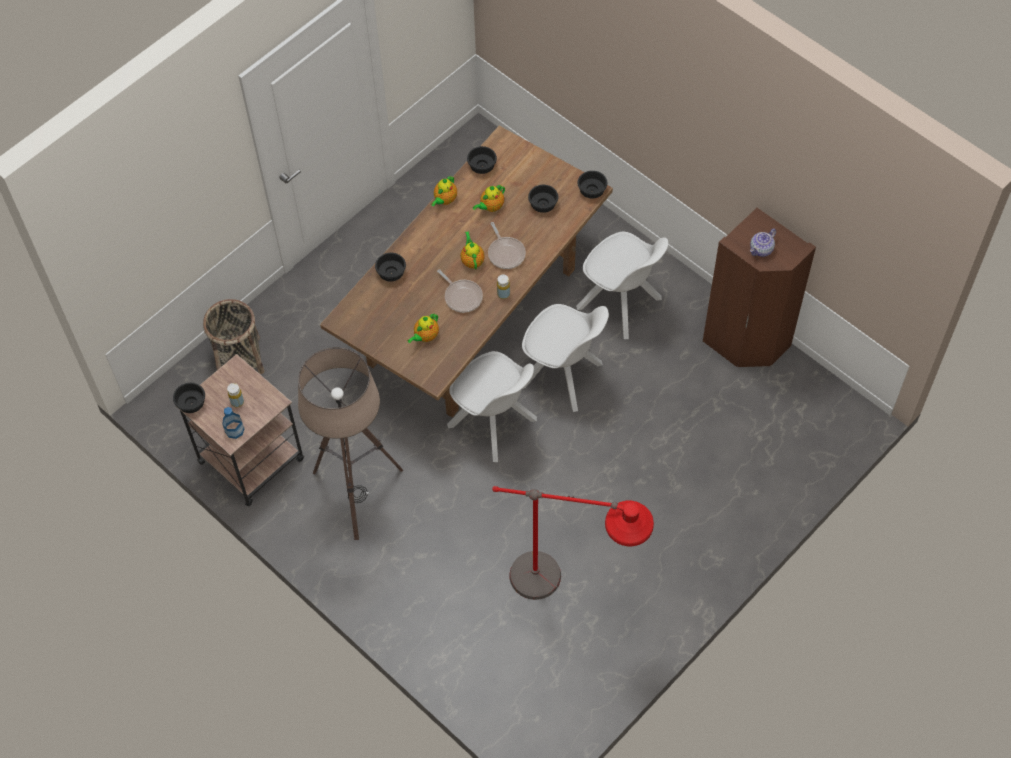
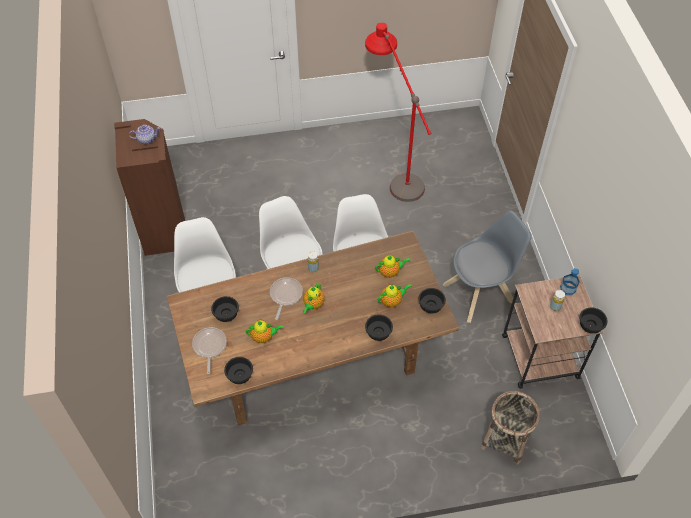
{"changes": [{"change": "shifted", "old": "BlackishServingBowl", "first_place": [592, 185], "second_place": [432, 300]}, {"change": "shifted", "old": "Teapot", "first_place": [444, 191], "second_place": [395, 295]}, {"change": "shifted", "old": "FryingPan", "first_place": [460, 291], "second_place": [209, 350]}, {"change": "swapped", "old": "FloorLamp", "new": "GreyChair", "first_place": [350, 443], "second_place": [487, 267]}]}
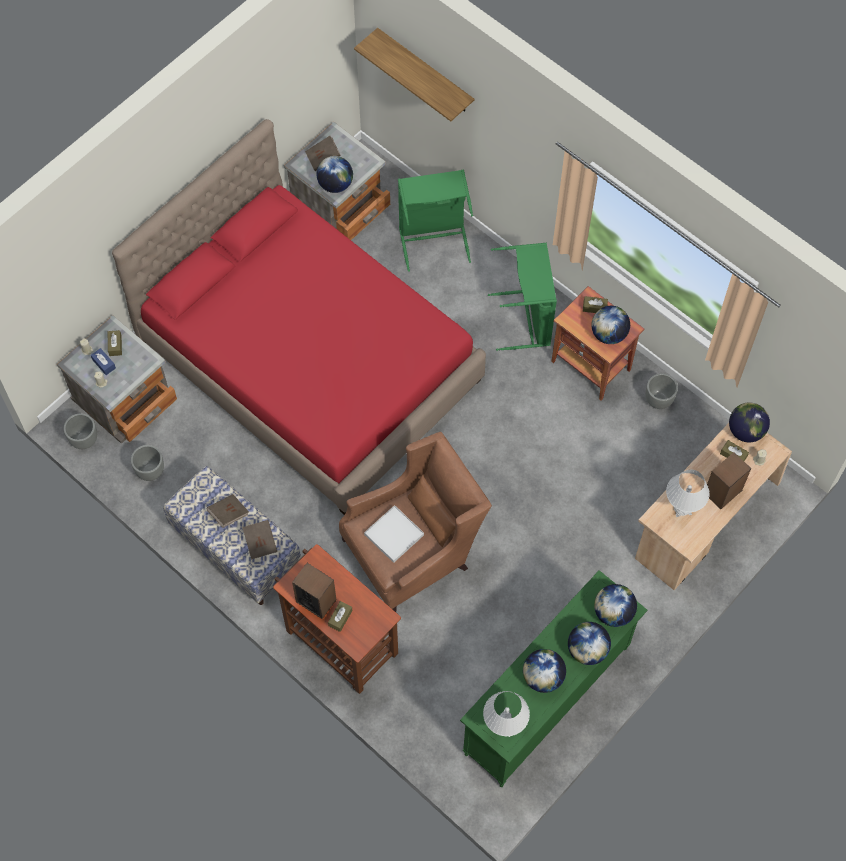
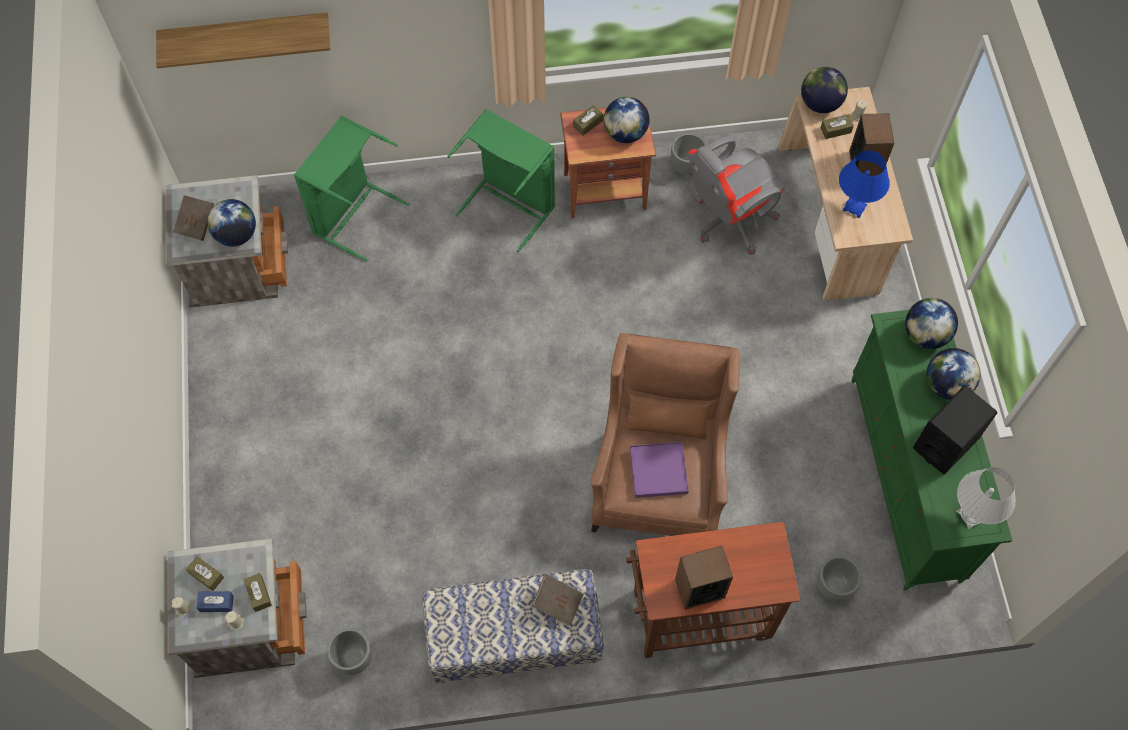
{"changes": [{"change": "gone", "old": "RedColouredBedroomBed", "first_place": [299, 317]}, {"change": "shifted", "old": "GreyPlanter", "first_place": [80, 431], "second_place": [839, 579]}, {"change": "repainted", "old": "WhitishLampForATable", "new": "BlueLampForATable", "first_place": [688, 493], "second_place": [864, 184]}, {"change": "gone", "old": "BrownColouredVolume", "first_place": [228, 511]}, {"change": "repainted", "old": "WhitishTray", "new": "PurplishTray", "first_place": [394, 534], "second_place": [659, 470]}, {"change": "shifted", "old": "BrownColouredTissueBox", "first_place": [340, 616], "second_place": [258, 592]}, {"change": "swapped", "old": "Globe", "new": "BlackishAudioSpeaker", "first_place": [544, 671], "second_place": [955, 430]}, {"change": "new", "new": "GreyOfficeChair", "second_place": [736, 195]}]}
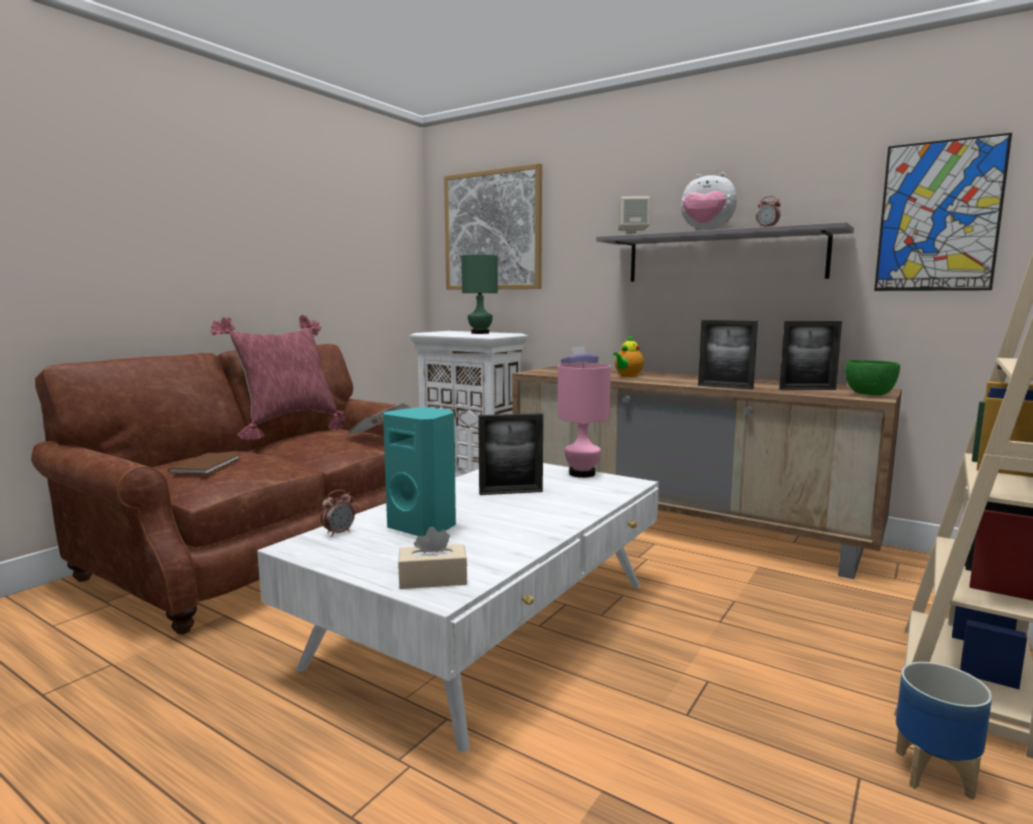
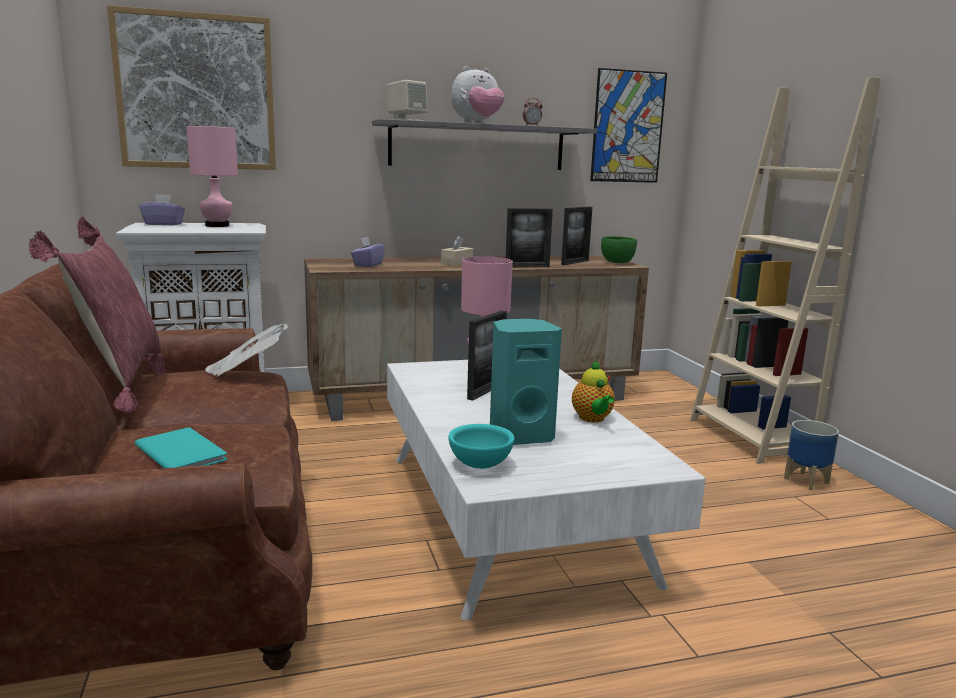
{"changes": [{"change": "repainted", "old": "GreenColouredLampForATable", "new": "PinkishLampForATable", "first_place": [479, 294], "second_place": [212, 176]}, {"change": "shifted", "old": "Teapot", "first_place": [628, 356], "second_place": [593, 391]}, {"change": "repainted", "old": "BrownColouredVolume", "new": "TurquoiseColouredVolume", "first_place": [204, 463], "second_place": [181, 448]}, {"change": "swapped", "old": "AlarmClock", "new": "TurquoiseColouredServingBowl", "first_place": [337, 513], "second_place": [481, 446]}, {"change": "shifted", "old": "BeigeColouredTissueBox", "first_place": [432, 558], "second_place": [457, 250]}, {"change": "new", "new": "PurplishTissueBox", "second_place": [162, 210]}]}
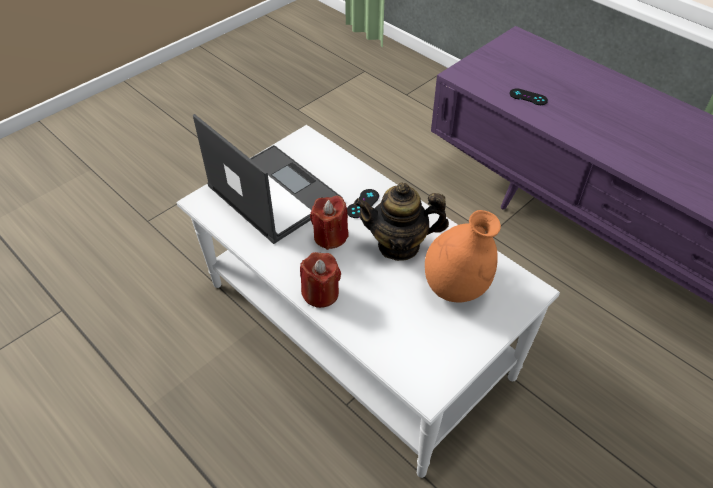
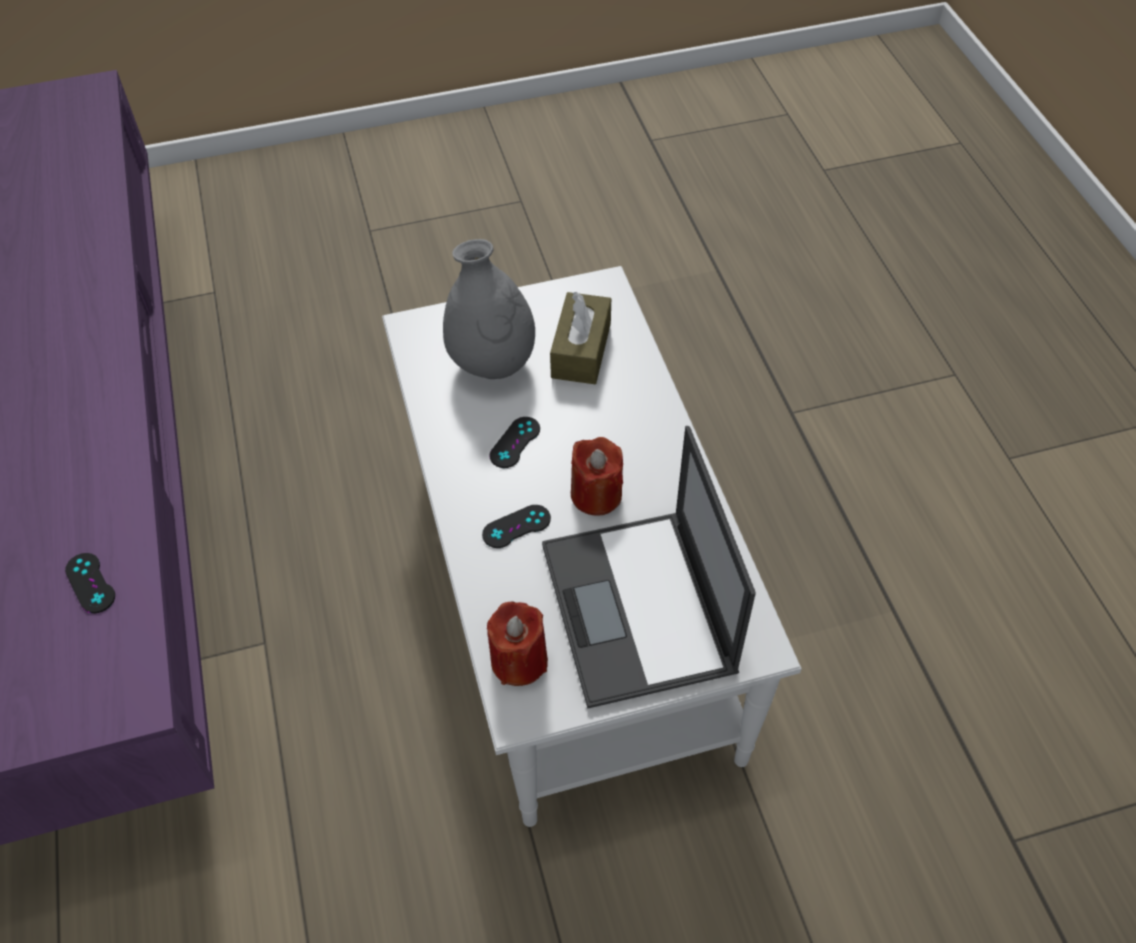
{"changes": [{"change": "swapped", "old": "Teapot", "new": "BlackishGamepad", "first_place": [401, 222], "second_place": [514, 442]}, {"change": "repainted", "old": "OrangeyVase", "new": "GreyVase", "first_place": [463, 256], "second_place": [489, 309]}, {"change": "shifted", "old": "RedColouredWaxCandle", "first_place": [320, 280], "second_place": [517, 643]}, {"change": "new", "new": "BrownColouredTissueBox", "second_place": [580, 338]}]}
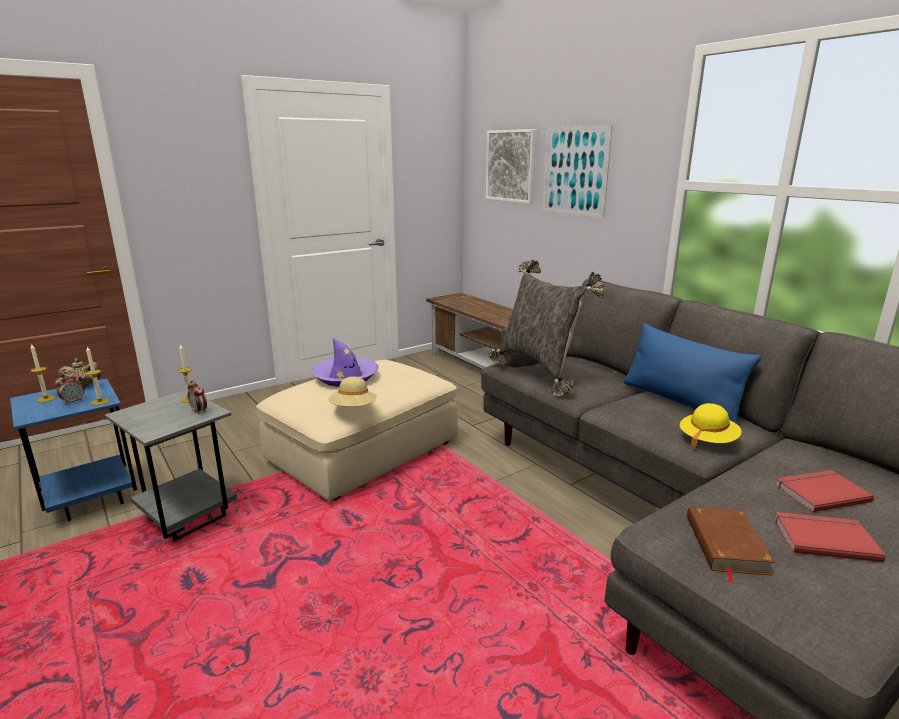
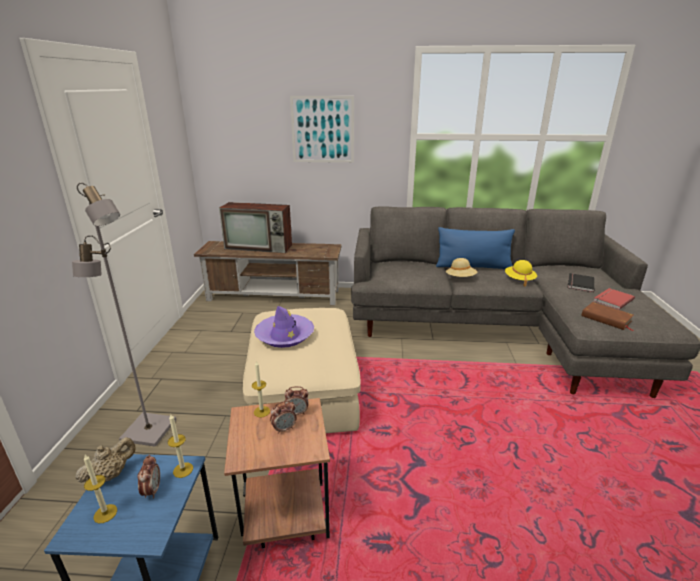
{"changes": [{"change": "gone", "old": "Picture", "first_place": [511, 166]}, {"change": "gone", "old": "Cushion", "first_place": [546, 328]}, {"change": "shifted", "old": "BeigeColouredWearableHat", "first_place": [352, 391], "second_place": [461, 267]}, {"change": "repainted", "old": "GreyEndTable", "new": "BrownColouredEndTable", "first_place": [171, 465], "second_place": [277, 473]}, {"change": "repainted", "old": "RedColouredVolume", "new": "BlackishVolume", "first_place": [824, 491], "second_place": [581, 282]}, {"change": "new", "new": "GreyFloorLamp", "second_place": [124, 315]}, {"change": "new", "new": "Television", "second_place": [255, 227]}, {"change": "new", "new": "AlarmClock", "second_place": [283, 417]}]}
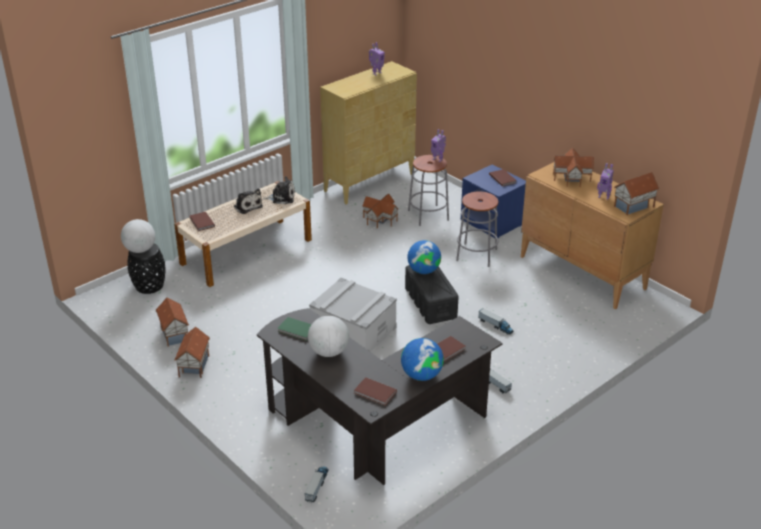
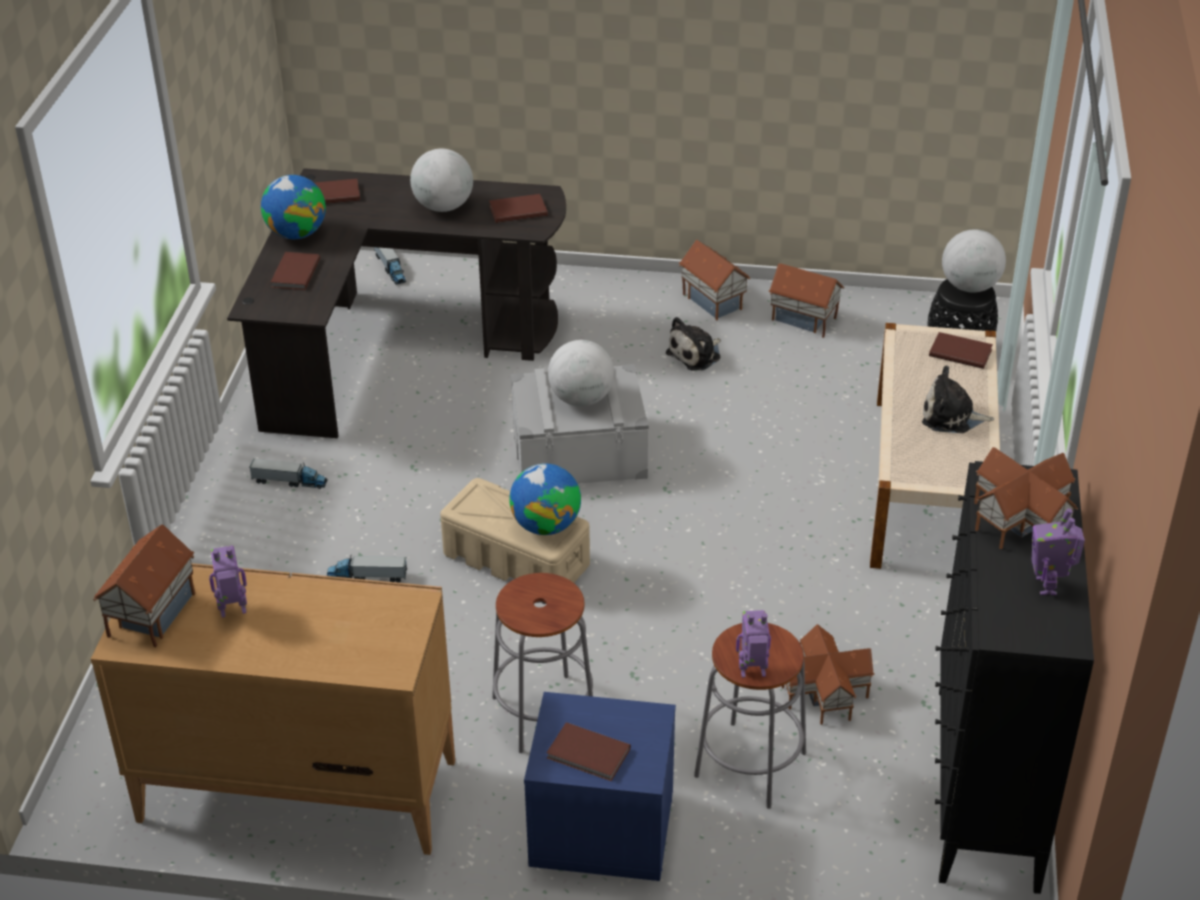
{"changes": [{"change": "repainted", "old": "BeigeColouredDrawerChest", "new": "BlackishDrawerChest", "first_place": [368, 132], "second_place": [1014, 677]}, {"change": "shifted", "old": "ModelHouse", "first_place": [573, 167], "second_place": [1026, 498]}, {"change": "shifted", "old": "SoftToy", "first_place": [279, 190], "second_place": [693, 344]}, {"change": "repainted", "old": "BlackishStorageContainer", "new": "BeigeColouredStorageContainer", "first_place": [432, 294], "second_place": [515, 530]}, {"change": "repainted", "old": "GreenColouredVolume", "new": "BrownColouredVolume", "first_place": [294, 329], "second_place": [518, 208]}, {"change": "new", "new": "Globe", "second_place": [581, 373]}]}
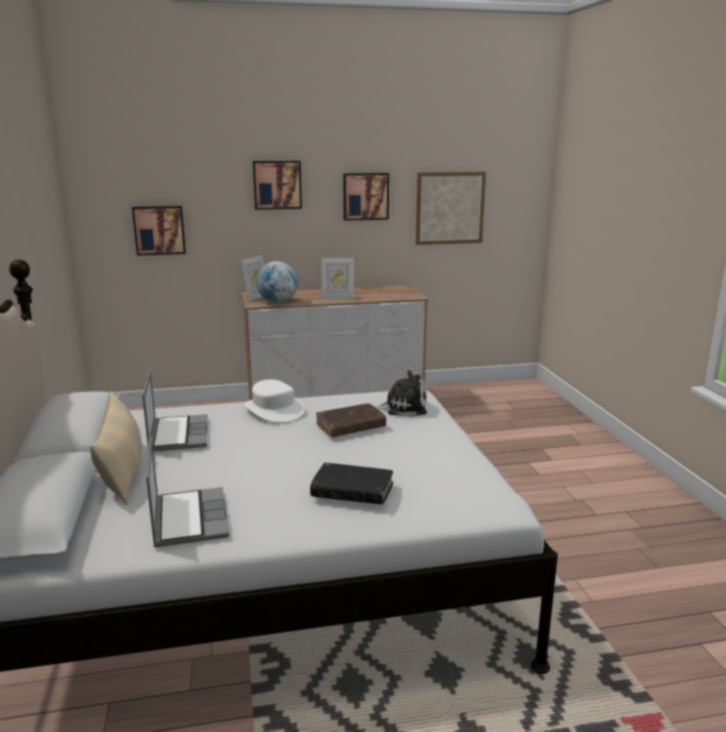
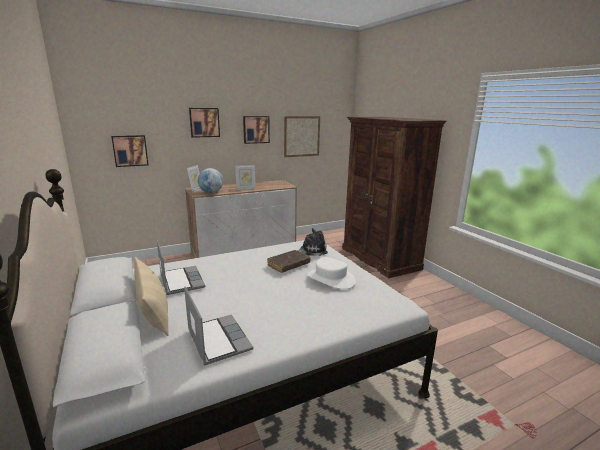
{"changes": [{"change": "shifted", "old": "WhitishWearableHat", "first_place": [274, 401], "second_place": [332, 273]}, {"change": "gone", "old": "BlackishVolume", "first_place": [351, 483]}, {"change": "new", "new": "BrownColouredClothesCupboard", "second_place": [394, 197]}]}
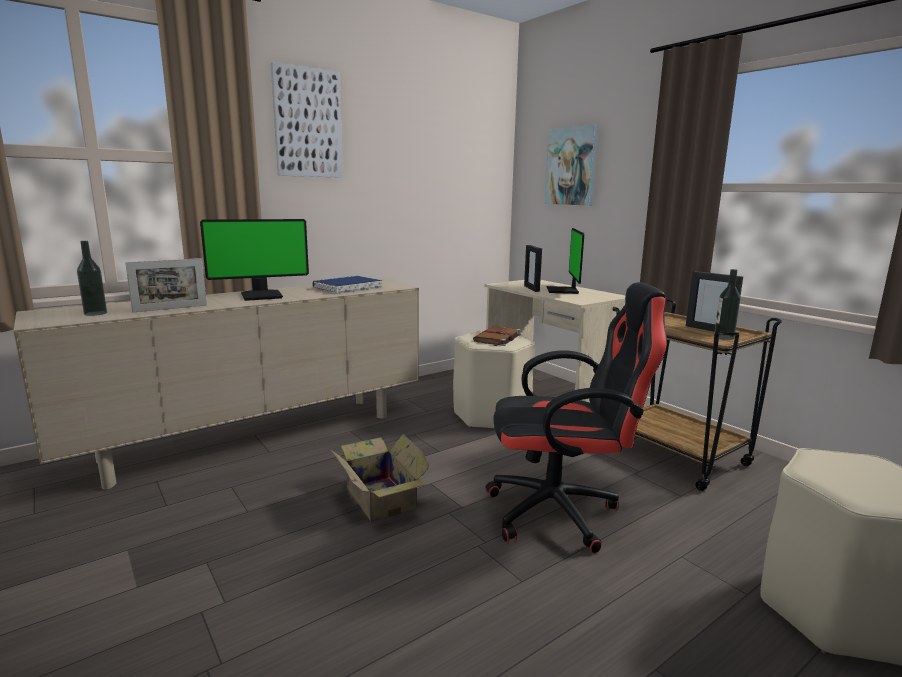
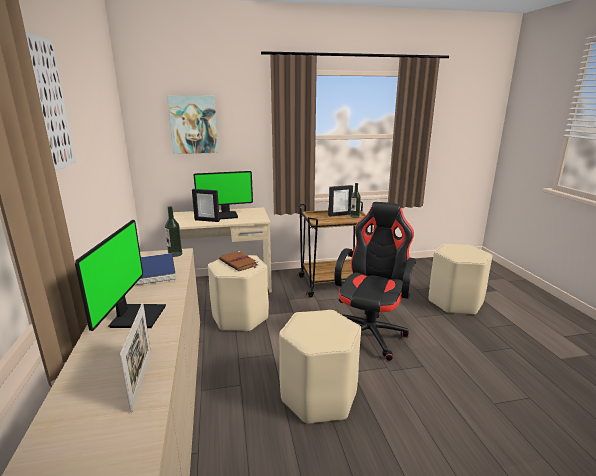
{"changes": [{"change": "rotated", "old": "ComputerDisplay", "first_place": [565, 261], "second_place": [223, 195], "degrees": -45}, {"change": "shifted", "old": "BeverageBottle", "first_place": [92, 278], "second_place": [173, 231]}, {"change": "swapped", "old": "Carton", "new": "BeigeColouredStoolSeat", "first_place": [380, 478], "second_place": [320, 367]}]}
